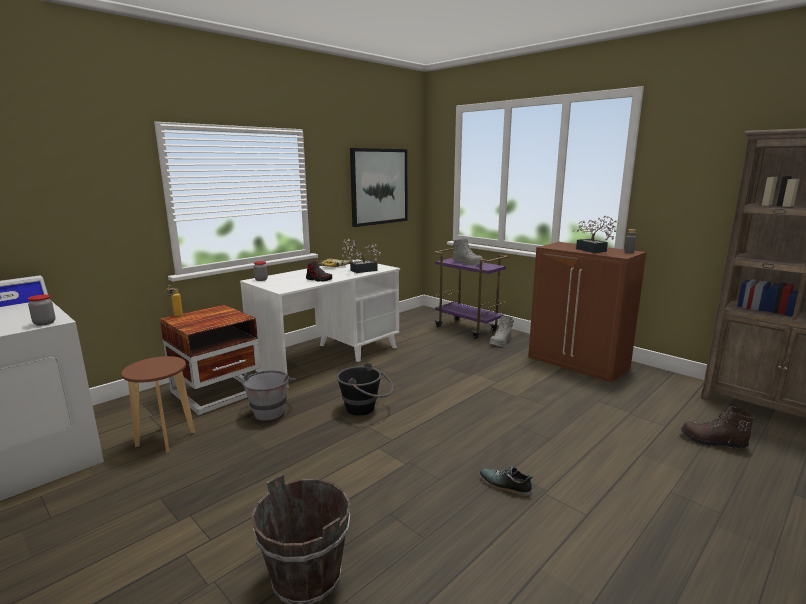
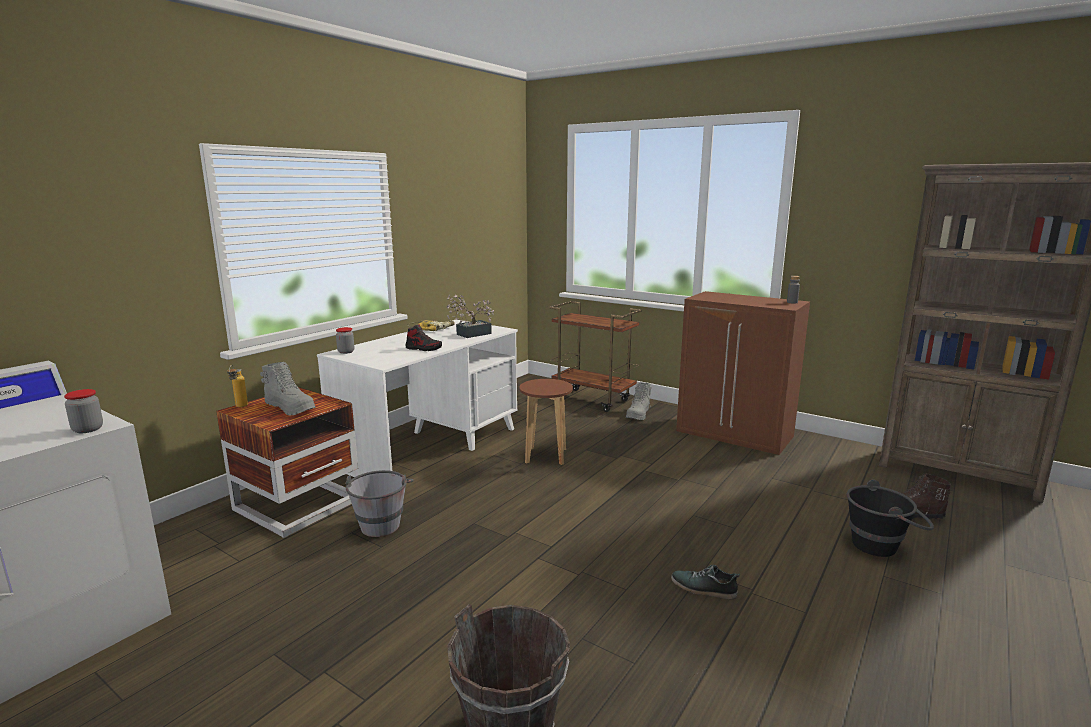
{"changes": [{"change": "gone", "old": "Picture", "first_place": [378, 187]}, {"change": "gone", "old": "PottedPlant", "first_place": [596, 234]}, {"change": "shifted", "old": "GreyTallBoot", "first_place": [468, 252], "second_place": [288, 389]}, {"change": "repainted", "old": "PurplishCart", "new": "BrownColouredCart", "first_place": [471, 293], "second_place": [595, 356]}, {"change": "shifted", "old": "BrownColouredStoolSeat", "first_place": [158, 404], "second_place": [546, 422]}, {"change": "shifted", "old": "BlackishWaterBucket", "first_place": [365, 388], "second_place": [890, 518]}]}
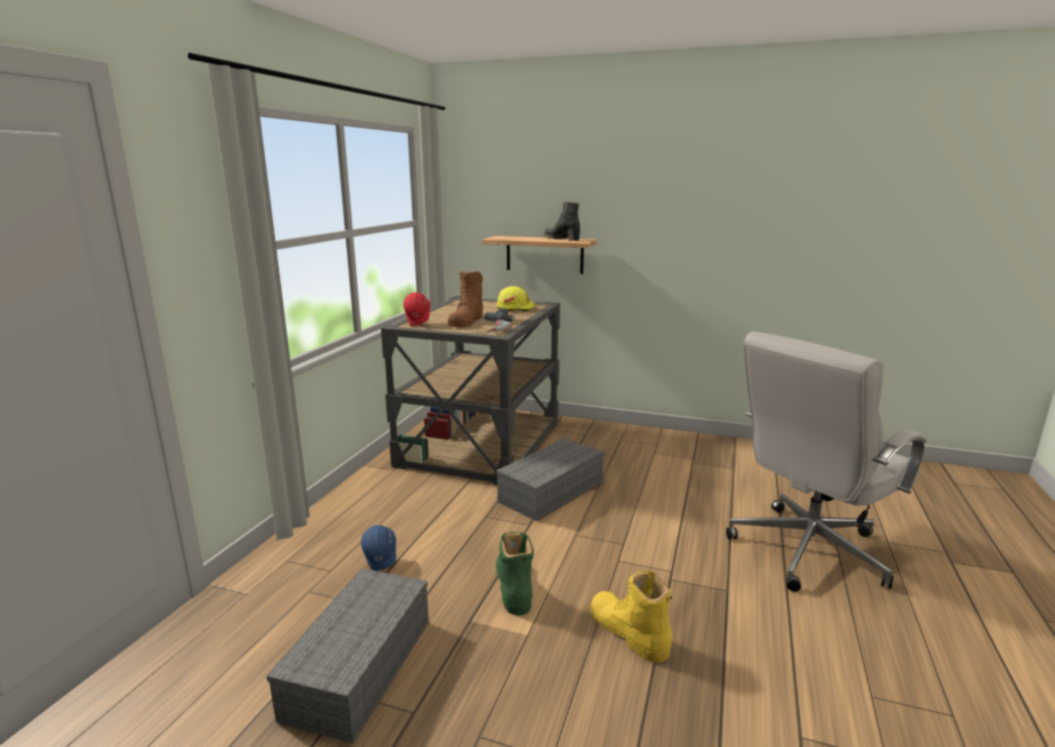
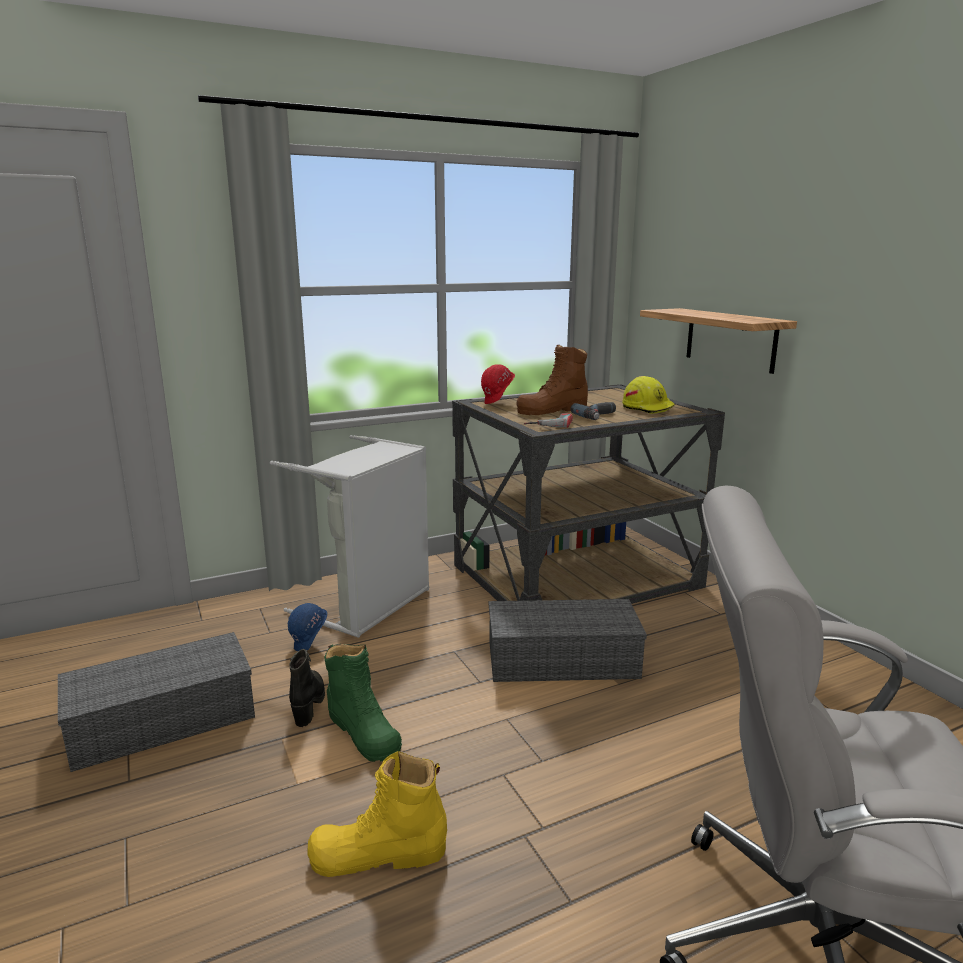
{"changes": [{"change": "shifted", "old": "BlackishTallBoot", "first_place": [562, 221], "second_place": [307, 688]}, {"change": "rotated", "old": "GreenColouredTallBoot", "first_place": [515, 573], "second_place": [363, 703], "degrees": 105}, {"change": "rotated", "old": "YellowTallBoot", "first_place": [631, 617], "second_place": [377, 814], "degrees": -105}, {"change": "new", "new": "GreyLaundryBasket", "second_place": [349, 536]}]}
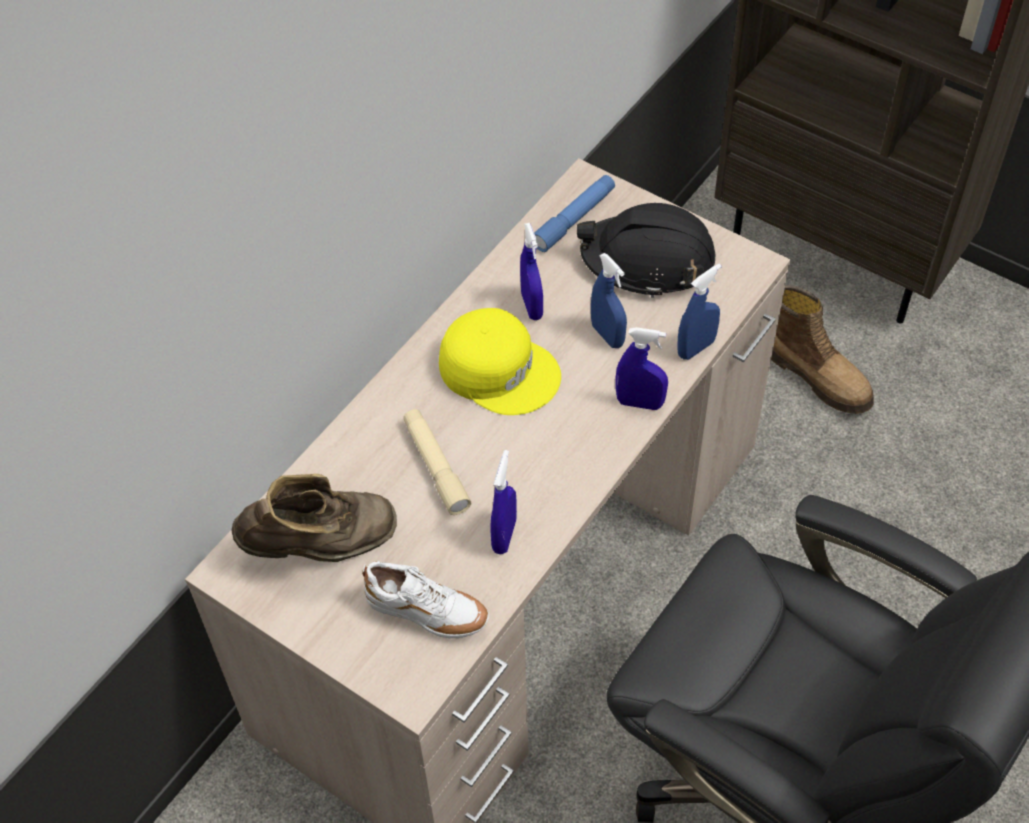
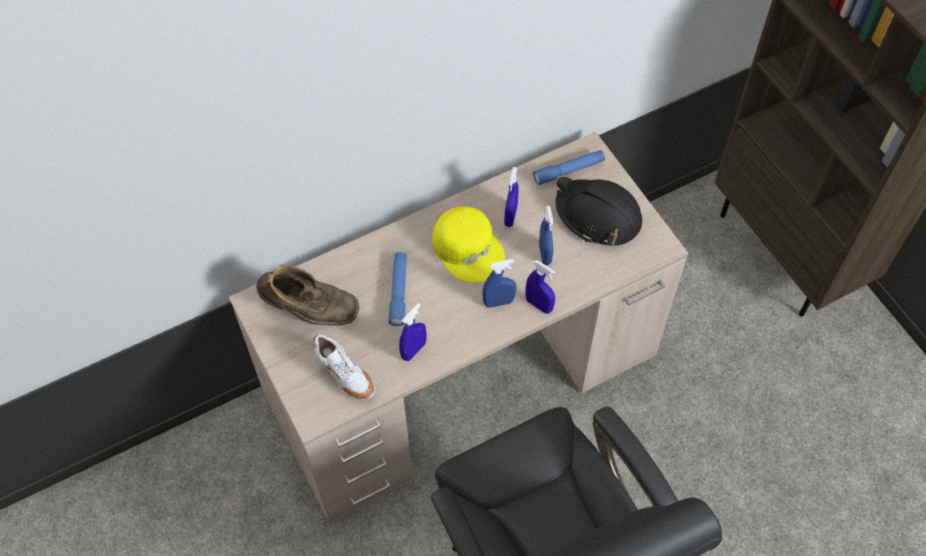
{"changes": [{"change": "shifted", "old": "BlueSprayer", "first_place": [699, 312], "second_place": [499, 283]}, {"change": "gone", "old": "TallBoot", "first_place": [822, 349]}, {"change": "repainted", "old": "BeigeColouredHandTorch", "new": "BlueHandTorch", "first_place": [437, 462], "second_place": [397, 289]}]}
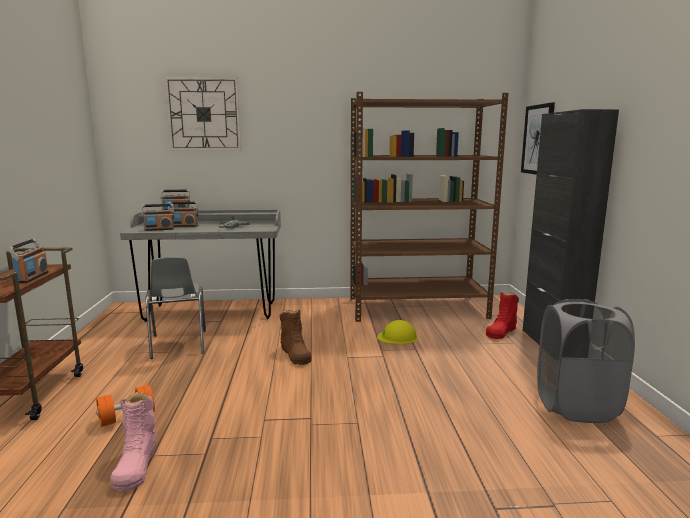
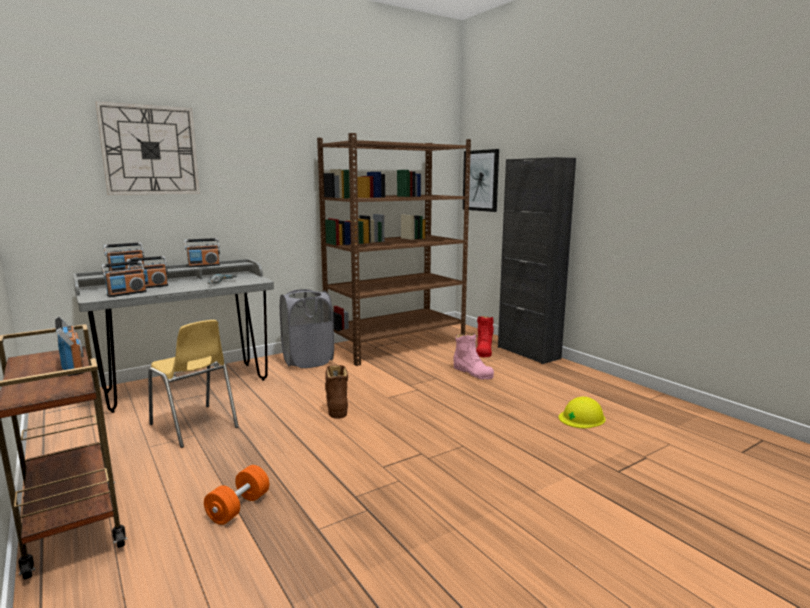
{"changes": [{"change": "repainted", "old": "GreyChair", "new": "YellowChair", "first_place": [176, 308], "second_place": [193, 384]}, {"change": "shifted", "old": "GreyLaundryBasket", "first_place": [586, 361], "second_place": [307, 328]}, {"change": "rotated", "old": "BrownColouredTallBoot", "first_place": [296, 337], "second_place": [336, 392], "degrees": -135}, {"change": "shifted", "old": "YellowWorkHelmet", "first_place": [397, 332], "second_place": [582, 412]}, {"change": "shifted", "old": "PinkishTallBoot", "first_place": [133, 442], "second_place": [473, 356]}, {"change": "new", "new": "RadioSet", "second_place": [202, 252]}]}
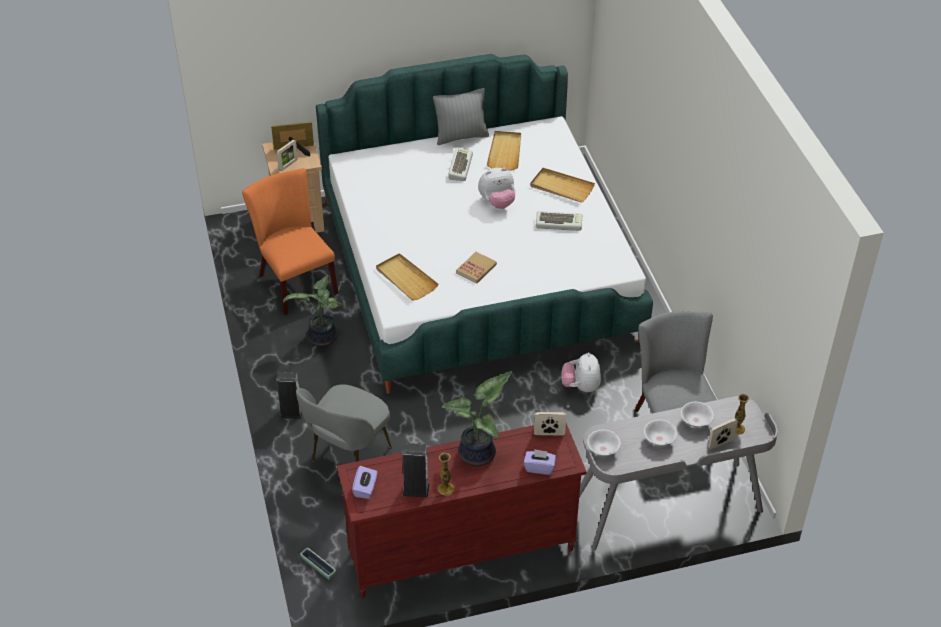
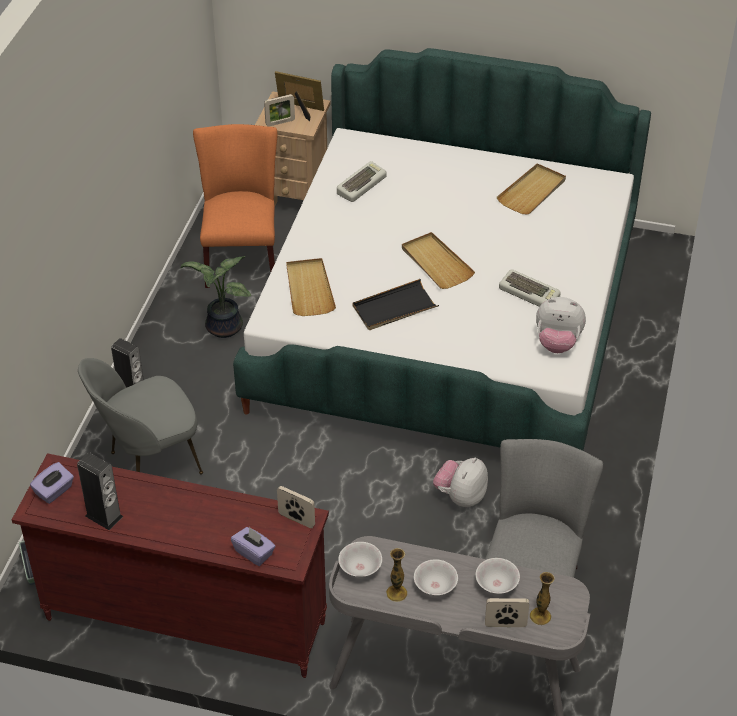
{"changes": [{"change": "gone", "old": "GreyCushion", "first_place": [461, 116]}, {"change": "shifted", "old": "ComputerKeyboard", "first_place": [460, 164], "second_place": [362, 181]}, {"change": "shifted", "old": "SoftToy", "first_place": [496, 188], "second_place": [561, 325]}, {"change": "shifted", "old": "BeigeColouredTray", "first_place": [562, 185], "second_place": [438, 260]}, {"change": "swapped", "old": "Volume", "new": "BlackishTray", "first_place": [476, 268], "second_place": [395, 304]}, {"change": "gone", "old": "PottedPlant", "first_place": [477, 418]}, {"change": "shifted", "old": "Vase", "first_place": [445, 474], "second_place": [396, 575]}]}
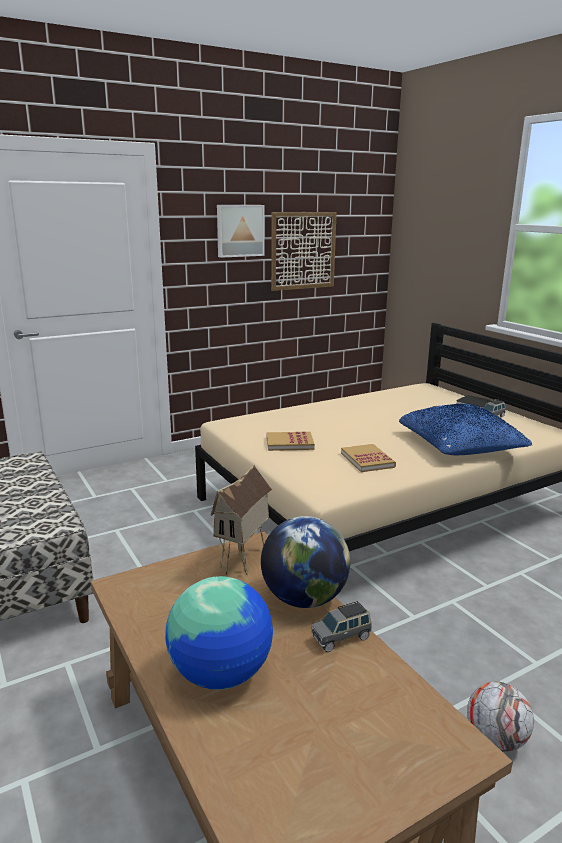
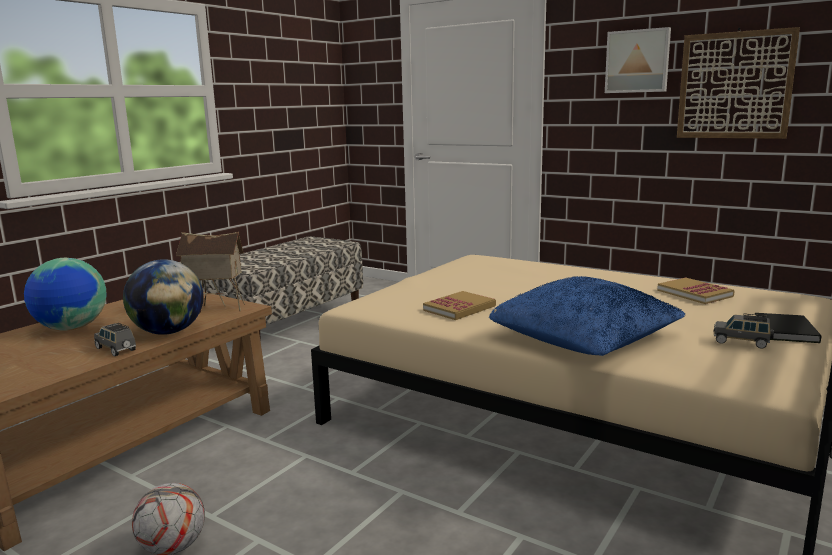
{"changes": [{"change": "shifted", "old": "Volume", "first_place": [290, 441], "second_place": [696, 290]}]}
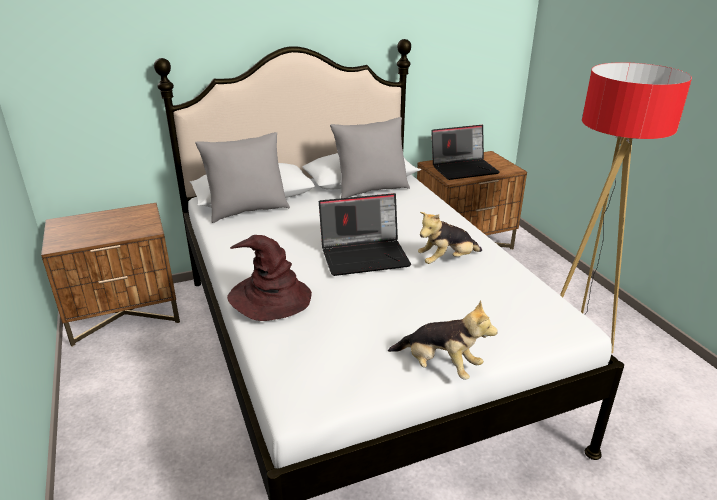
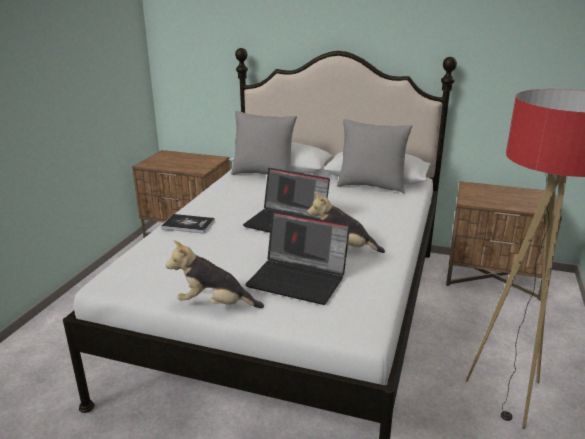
{"changes": [{"change": "shifted", "old": "Laptop", "first_place": [465, 152], "second_place": [297, 258]}, {"change": "swapped", "old": "BrownColouredWearableHat", "new": "Volume", "first_place": [269, 278], "second_place": [188, 224]}, {"change": "rotated", "old": "SoftToy", "first_place": [443, 340], "second_place": [215, 274], "degrees": 120}]}
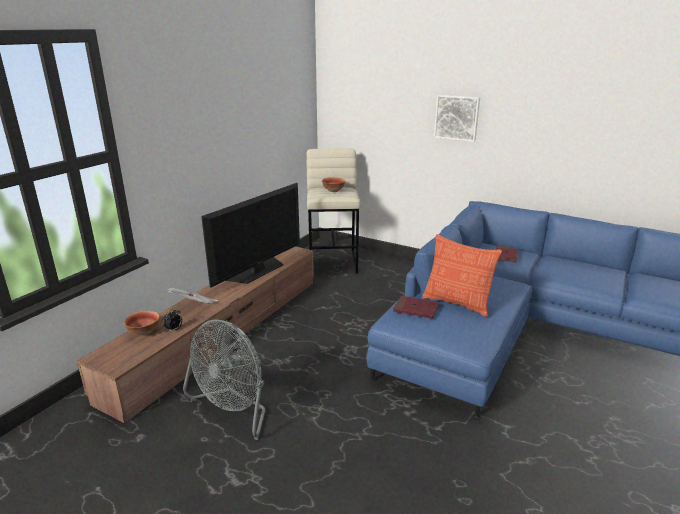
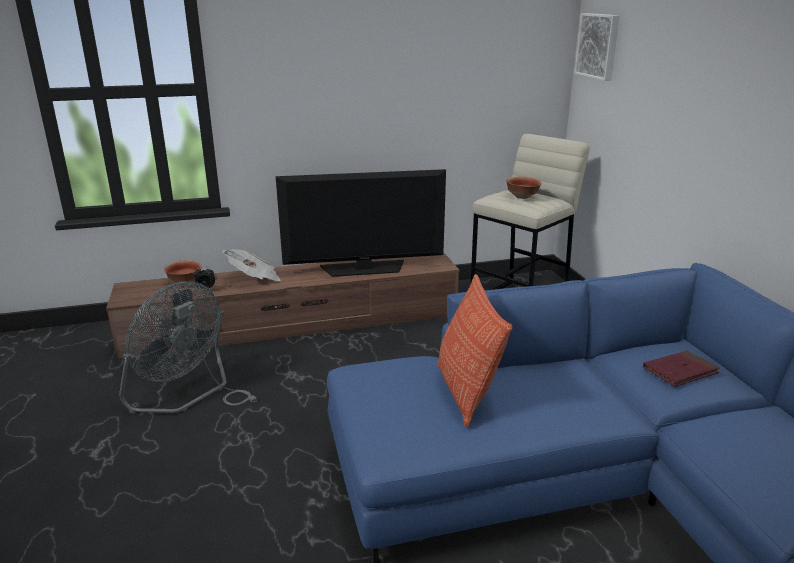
{"changes": [{"change": "shifted", "old": "Picture", "first_place": [457, 118], "second_place": [597, 47]}, {"change": "gone", "old": "RedColouredVolume", "first_place": [416, 307]}, {"change": "rotated", "old": "GreyElectricFan", "first_place": [224, 380], "second_place": [188, 348], "degrees": 45}]}
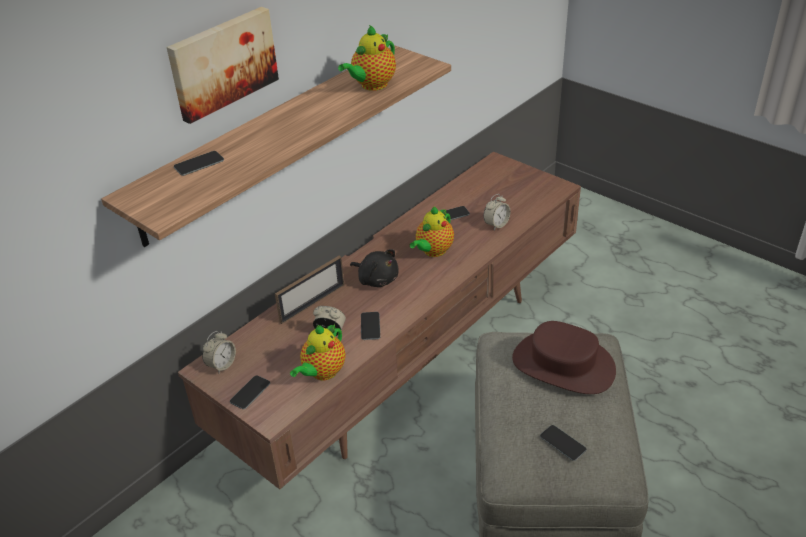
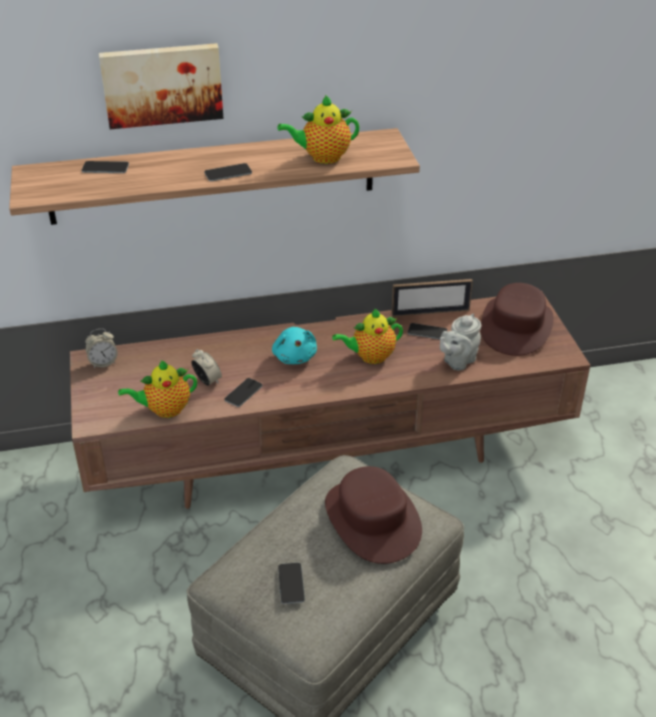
{"changes": [{"change": "swapped", "old": "AlarmClock", "new": "GreyTeapot", "first_place": [497, 212], "second_place": [460, 342]}, {"change": "repainted", "old": "BlackishSoftToy", "new": "TurquoiseColouredSoftToy", "first_place": [374, 268], "second_place": [294, 345]}, {"change": "shifted", "old": "PictureFrame", "first_place": [309, 290], "second_place": [432, 298]}, {"change": "shifted", "old": "Telephone", "first_place": [250, 392], "second_place": [228, 172]}, {"change": "new", "new": "BrownColouredWearableHat", "second_place": [517, 319]}]}
